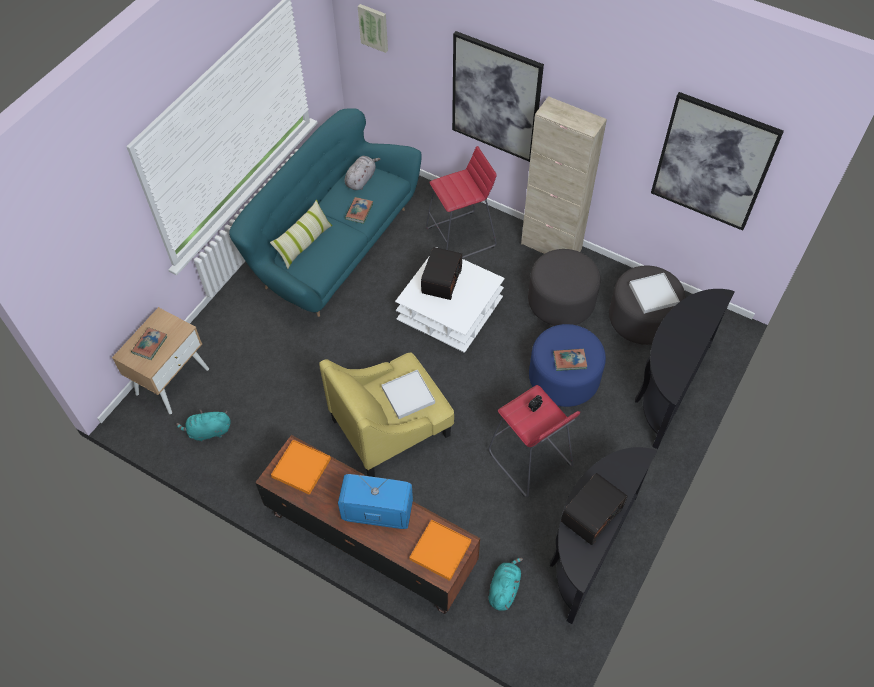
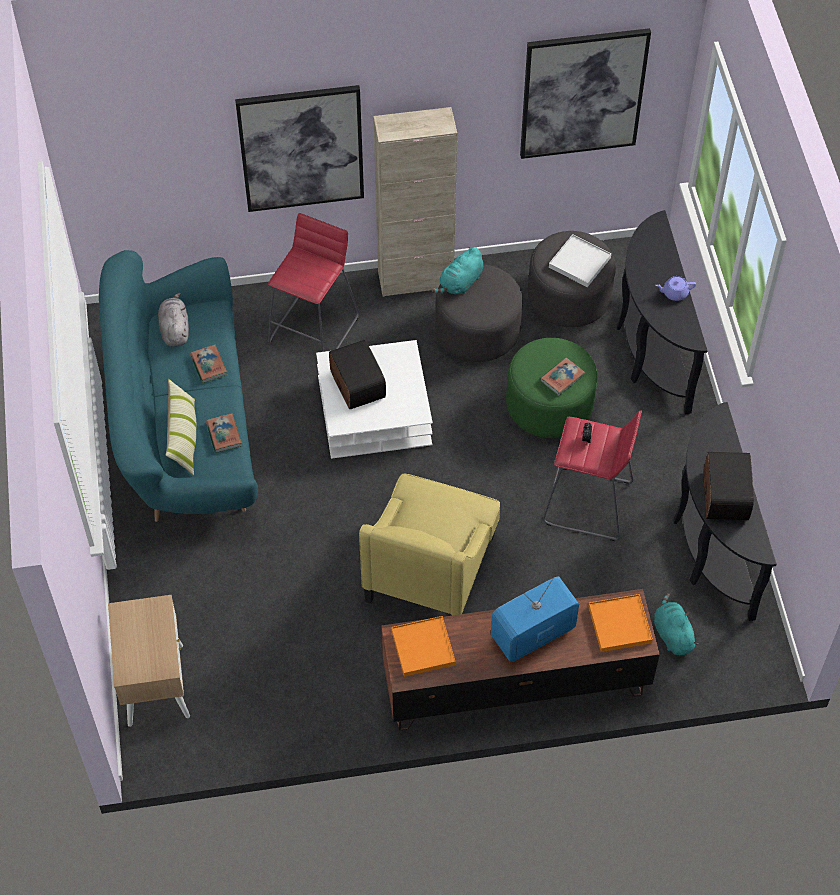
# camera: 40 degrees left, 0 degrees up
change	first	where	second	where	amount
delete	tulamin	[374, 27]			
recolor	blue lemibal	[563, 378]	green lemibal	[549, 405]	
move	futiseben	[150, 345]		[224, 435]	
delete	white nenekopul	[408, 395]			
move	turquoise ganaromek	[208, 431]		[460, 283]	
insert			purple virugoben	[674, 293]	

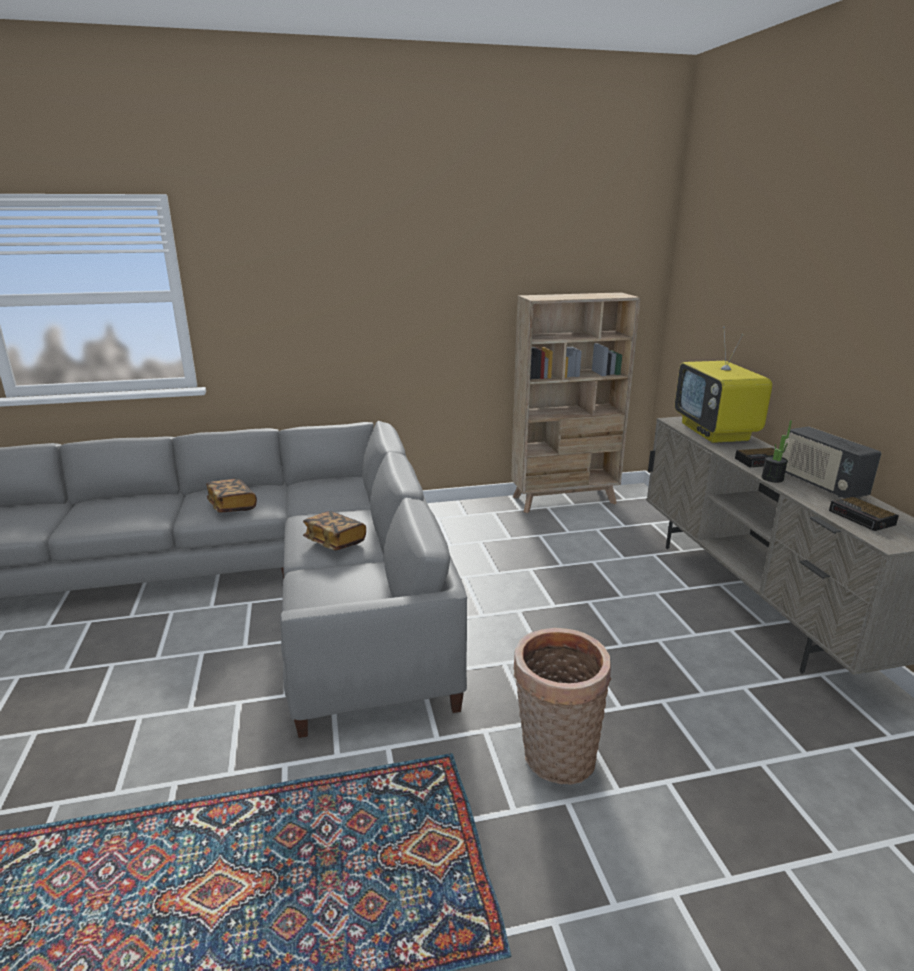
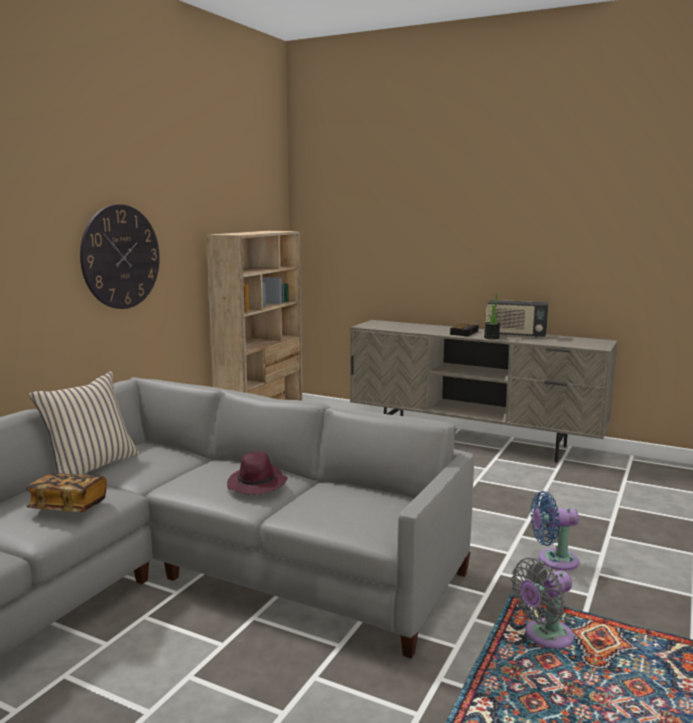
# camera: 50 degrees left, 10 degrees down
change	first	where	second	where	amount
delete	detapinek	[715, 432]			
delete	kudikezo	[862, 518]			
replace	futiseben	[335, 541]	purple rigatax	[257, 485]	
replace	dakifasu	[554, 758]	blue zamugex	[553, 560]	
insert			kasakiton	[121, 257]	
insert			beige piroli	[91, 467]	
insert			grey zamugex	[544, 636]	

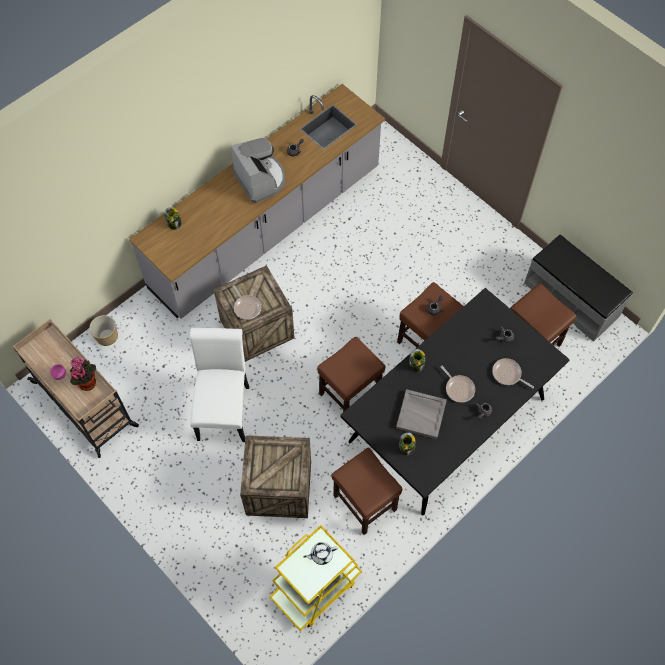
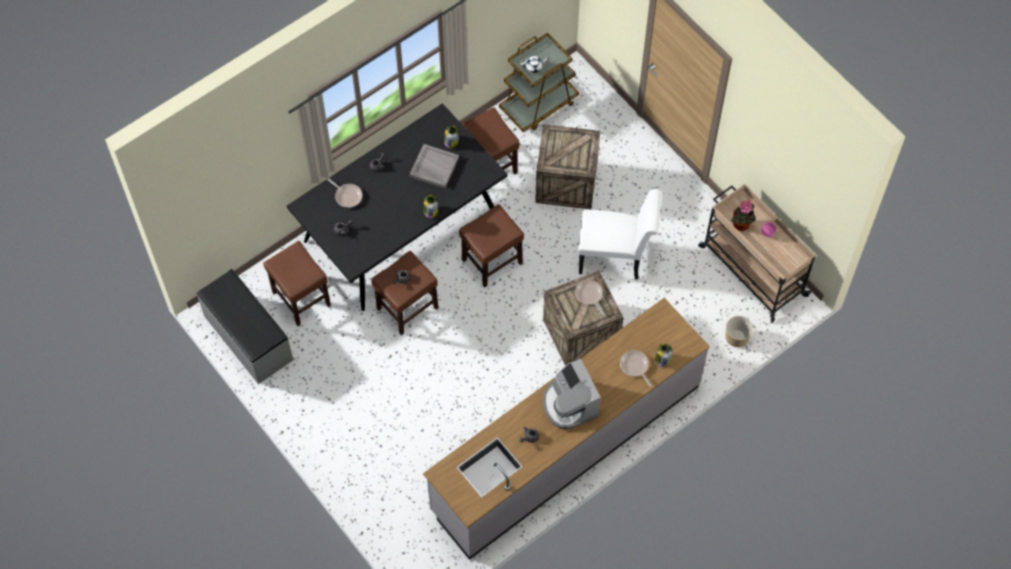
# camera: 175 degrees left, 0 degrees up
change	first	where	second	where	amount
rotate	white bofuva	[224, 408]		[616, 257]	90 degrees counterclockwise
move	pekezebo	[458, 388]		[635, 366]	
recolor	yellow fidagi	[315, 587]	brown fidagi	[539, 105]	

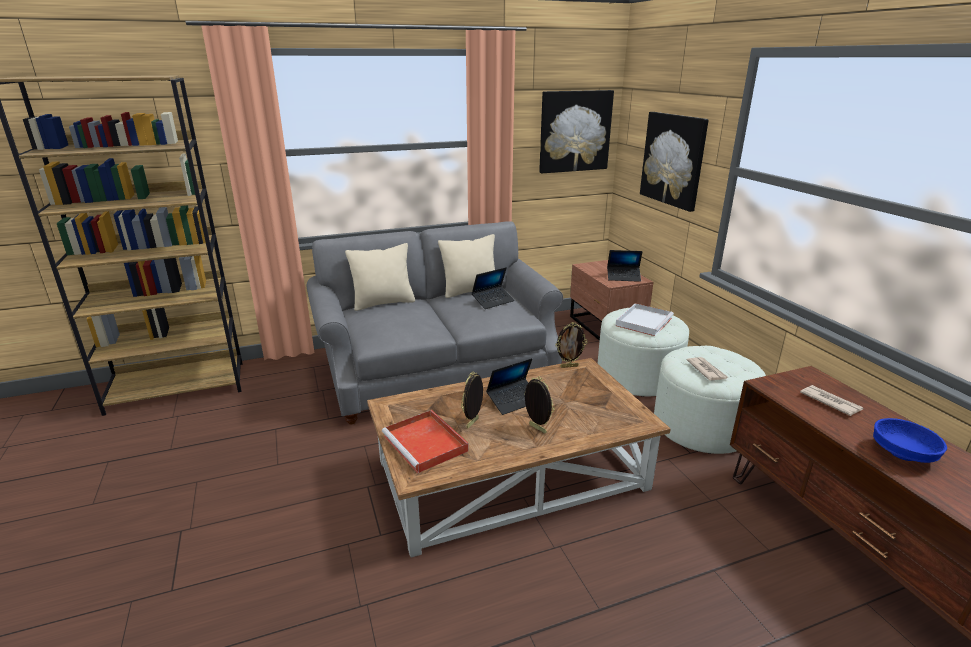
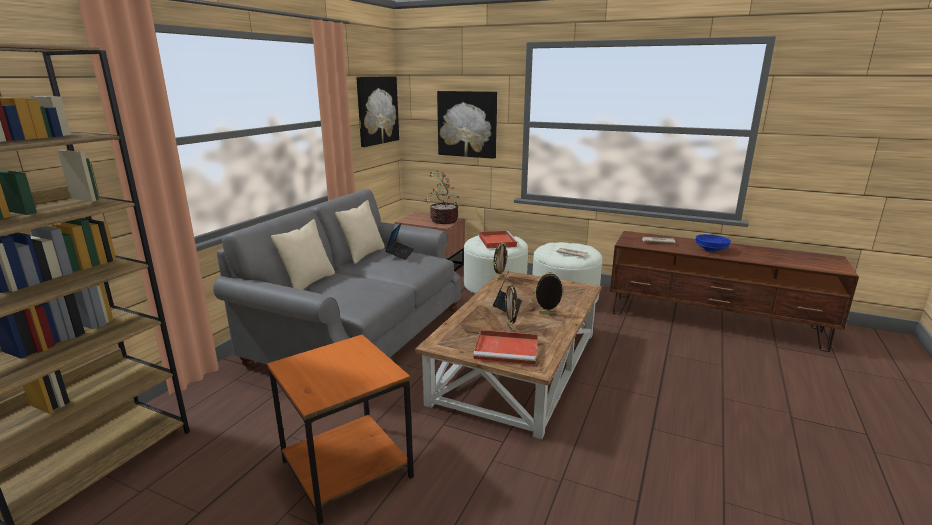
# camera: 45 degrees left, 5 degrees down
change	first	where	second	where	amount
replace	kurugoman	[623, 277]	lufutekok	[443, 220]	
recolor	white nenekopul	[644, 321]	red nenekopul	[497, 241]	
insert			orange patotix	[344, 469]	

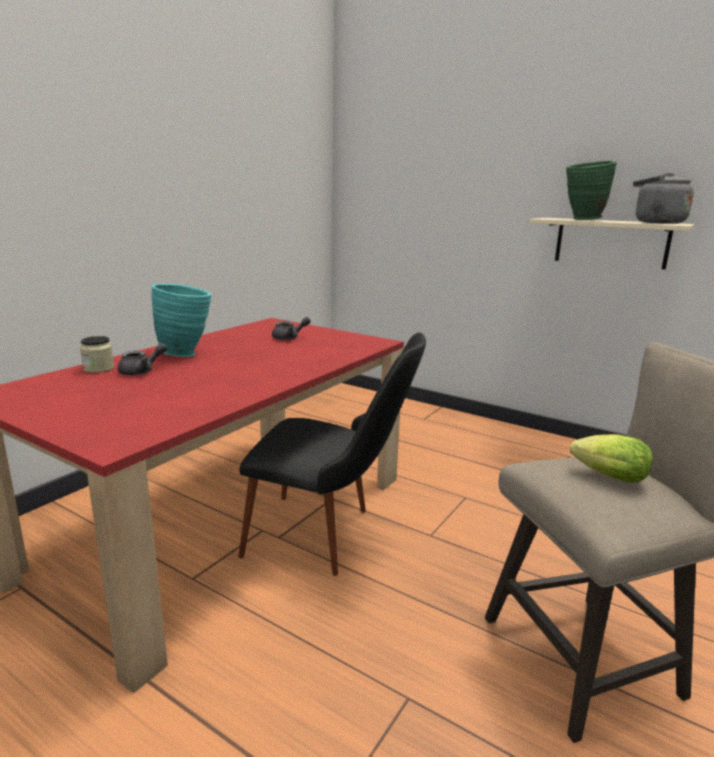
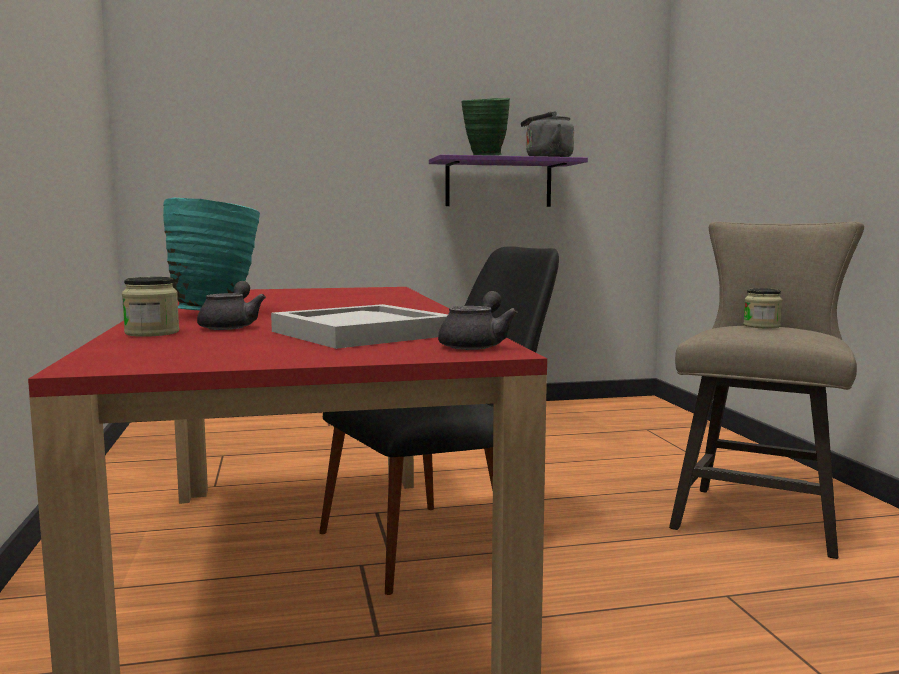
# camera: 45 degrees left, 10 degrees down
change	first	where	second	where	amount
recolor	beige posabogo	[611, 242]	purple posabogo	[498, 183]	
move	grey virugoben	[289, 338]		[476, 345]	
replace	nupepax	[605, 476]	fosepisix	[761, 326]	
insert			white nenekopul	[363, 333]	

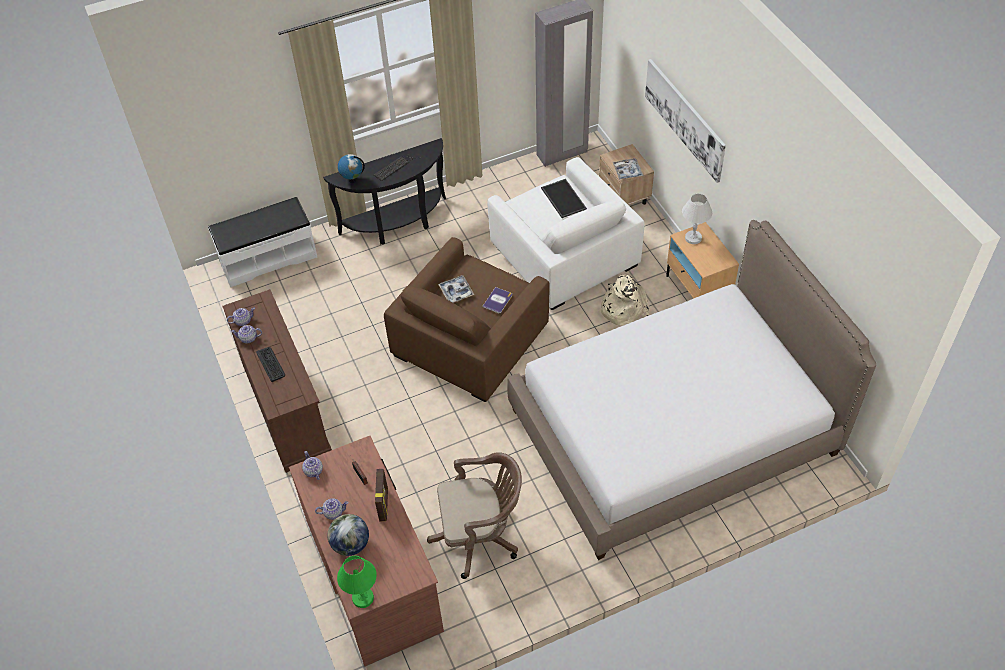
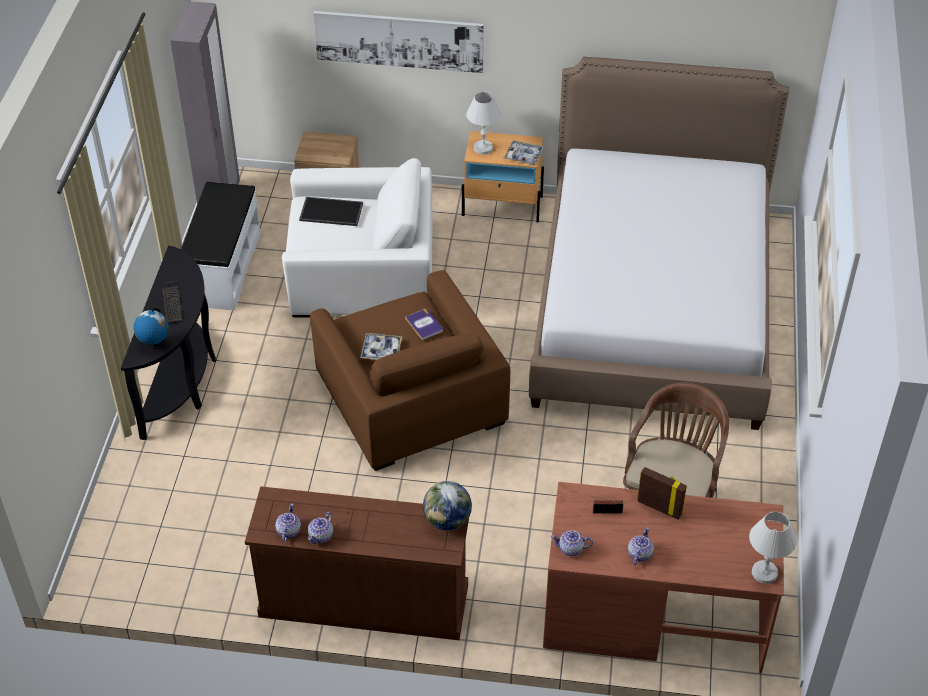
# camera: 60 degrees left, 5 degrees down
change	first	where	second	where	amount
move	nenekopul	[627, 171]		[523, 156]	
move	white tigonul	[268, 258]		[222, 268]	
delete	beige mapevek	[622, 308]			
delete	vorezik	[271, 364]			
move	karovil	[350, 545]		[447, 521]	
recolor	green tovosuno	[363, 597]	white tovosuno	[764, 572]	

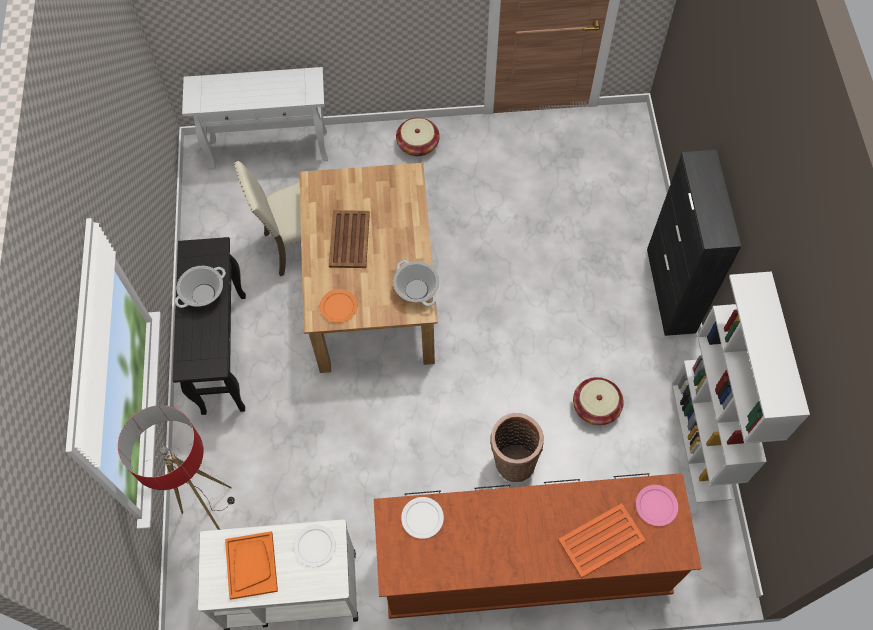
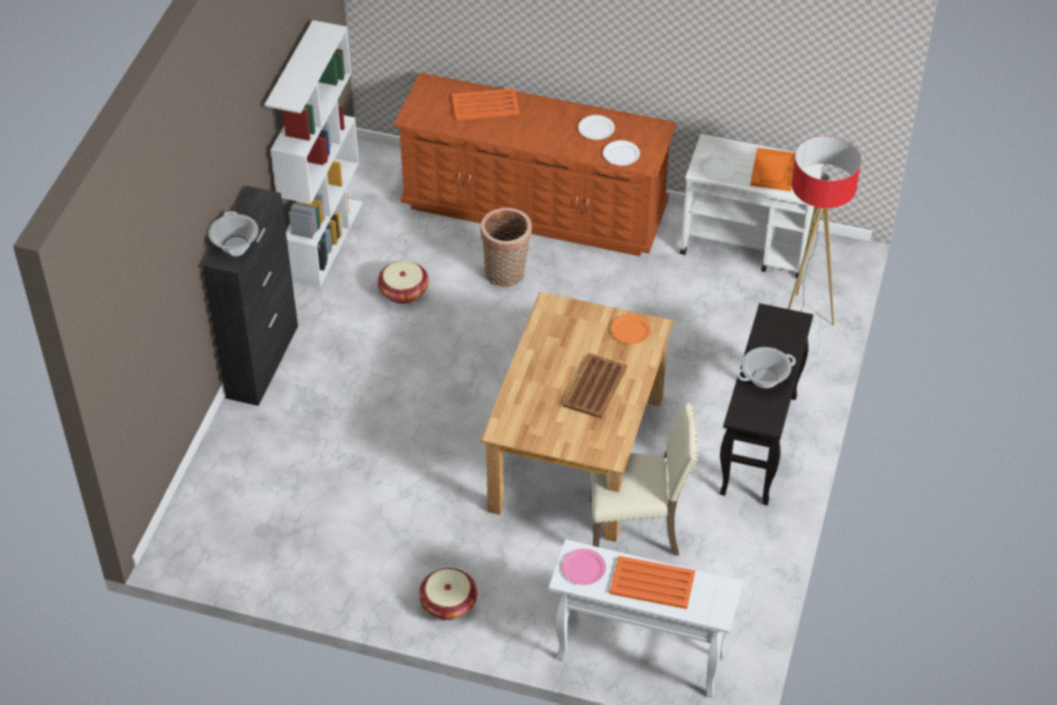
# camera: 160 degrees left, 15 degrees down
change	first	where	second	where	amount
move	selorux	[416, 289]		[235, 245]	
move	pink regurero	[656, 506]		[584, 568]	
insert			white regurero	[596, 129]	
insert			orange nenekopul	[651, 583]	

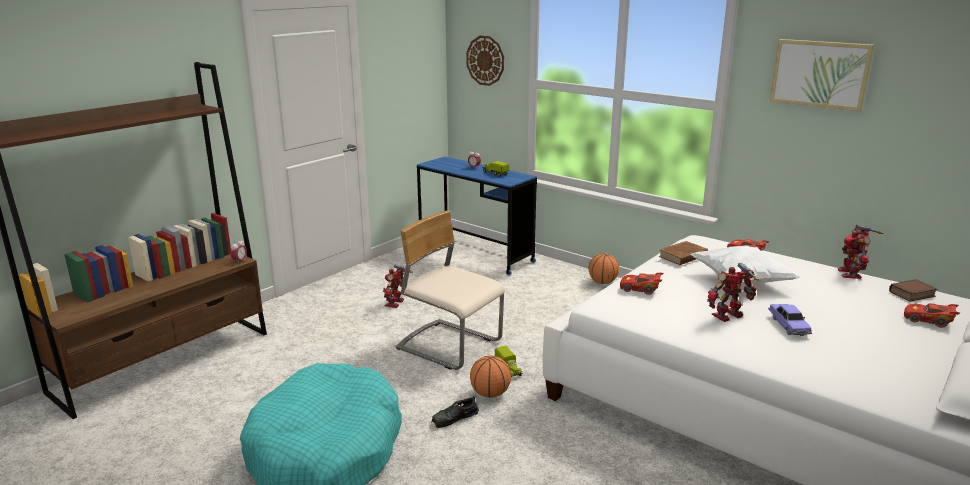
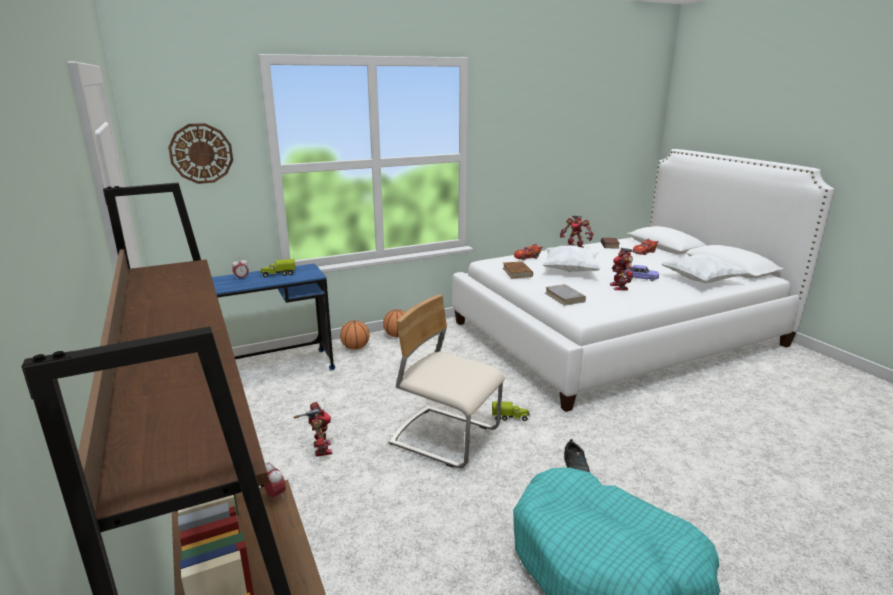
# camera: 65 degrees left, 0 degrees up
change	first	where	second	where	amount
delete	tulamin	[820, 74]			
rotate	beige bofuva	[449, 345]		[445, 437]	60 degrees clockwise
rotate	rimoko	[396, 303]		[320, 449]	150 degrees counterclockwise
replace	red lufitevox	[640, 289]	grey futiseben	[564, 297]	
move	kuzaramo	[490, 394]		[355, 348]	
insert			white piroli	[701, 281]	

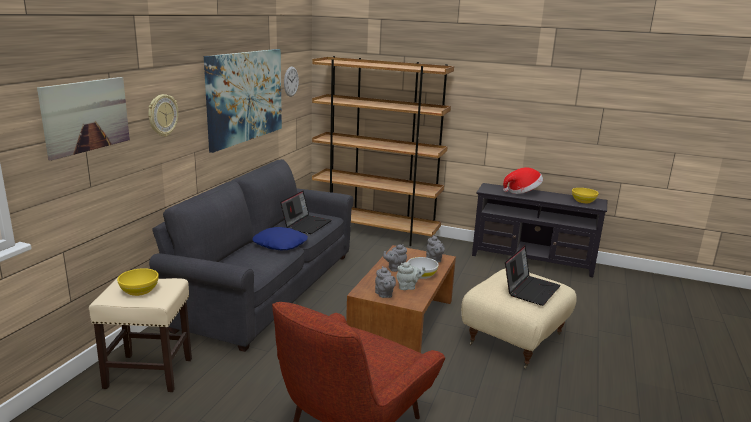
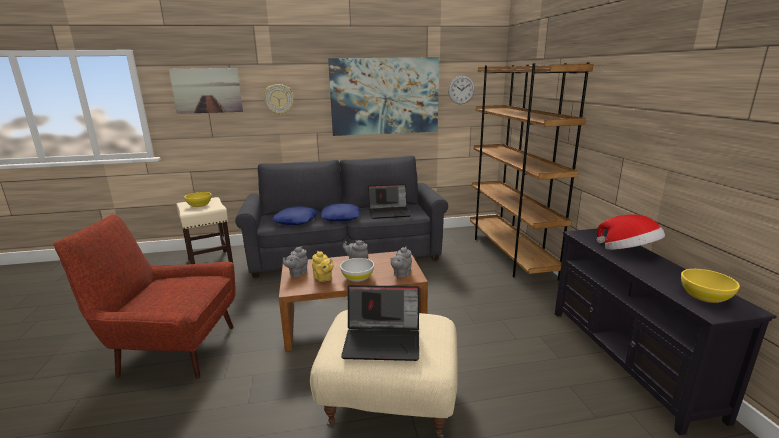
# camera: 60 degrees right, 0 degrees up
change	first	where	second	where	amount
recolor	grey virugoben	[408, 287]	yellow virugoben	[323, 279]	
insert			blue piroli	[296, 220]	

